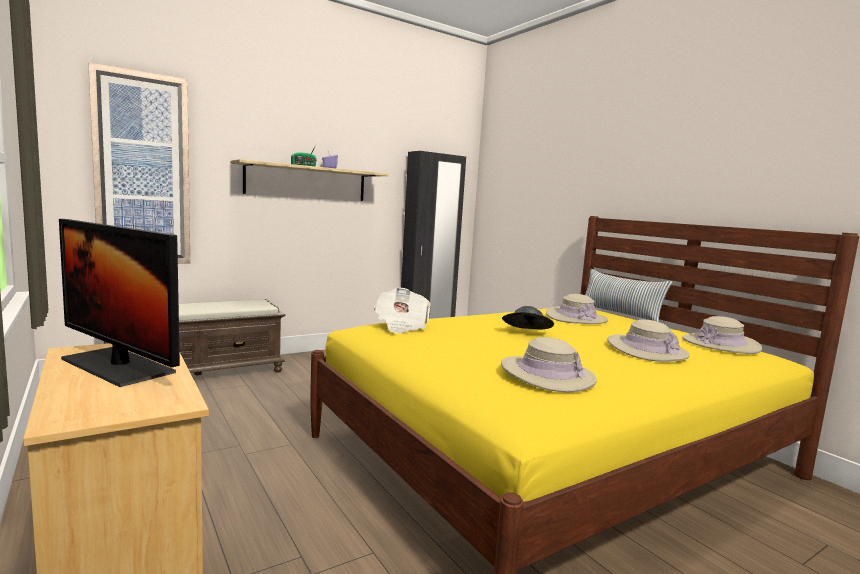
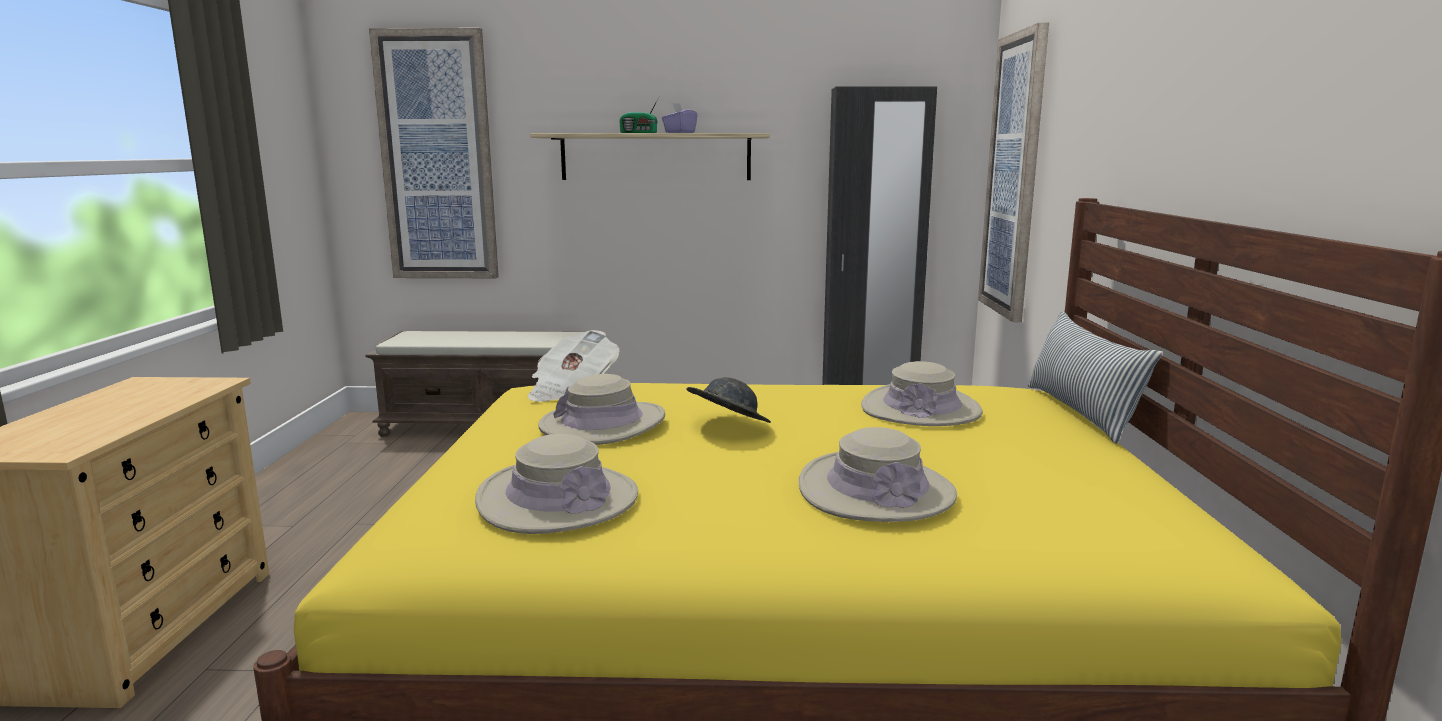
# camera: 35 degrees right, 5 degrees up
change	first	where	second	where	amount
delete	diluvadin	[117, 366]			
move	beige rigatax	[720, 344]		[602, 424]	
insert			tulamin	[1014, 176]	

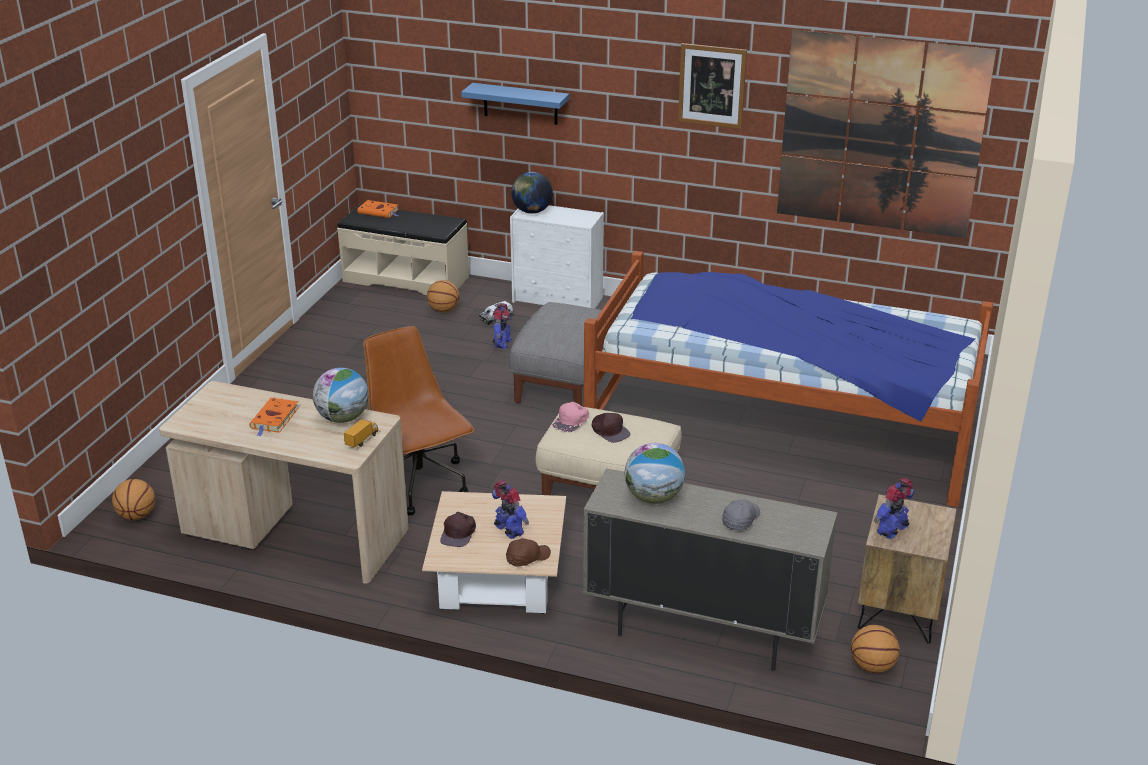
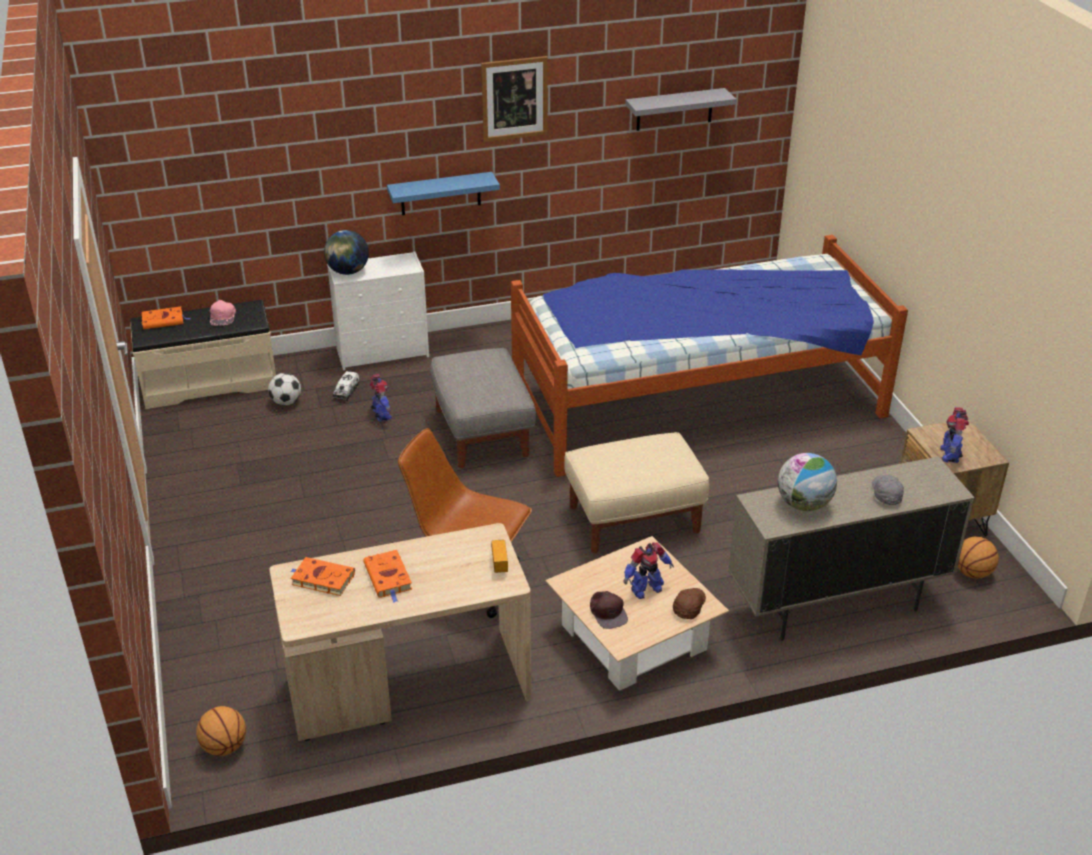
# camera: 35 degrees left, 5 degrees up
change	first	where	second	where	amount
replace	tulamin	[880, 135]	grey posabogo	[674, 109]	
move	blue posabogo	[520, 104]		[440, 193]	
replace	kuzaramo	[443, 310]	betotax	[286, 402]	
delete	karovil	[343, 418]			
move	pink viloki	[571, 421]		[223, 316]	
delete	brown viloki	[610, 431]			
rotate	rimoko	[509, 531]		[645, 589]	135 degrees clockwise
insert			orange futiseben	[321, 579]	

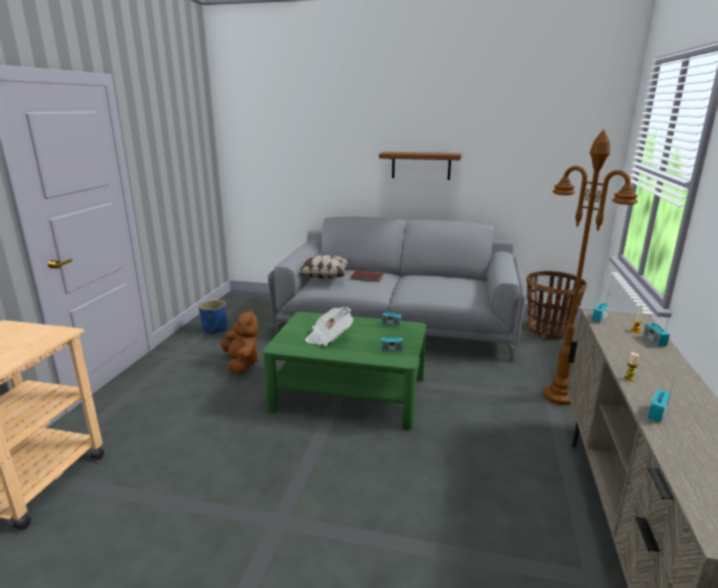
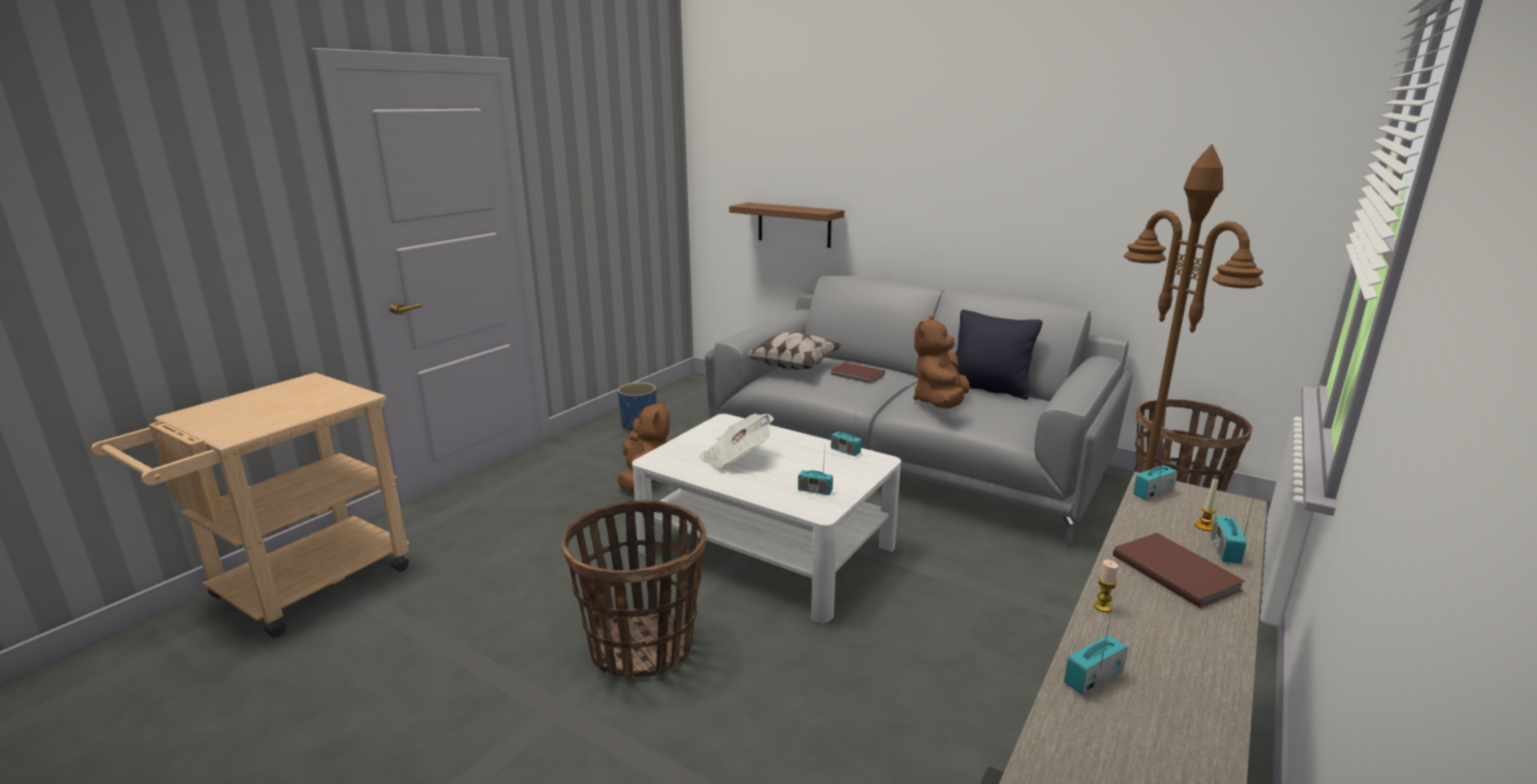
# camera: 20 degrees right, 0 degrees up
change	first	where	second	where	amount
move	brown posabogo	[421, 165]		[794, 225]	
recolor	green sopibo	[349, 392]	white sopibo	[767, 548]	
insert			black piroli	[989, 389]	
insert			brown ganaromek	[940, 403]	
insert			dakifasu	[642, 647]	
insert			brown futiseben	[1175, 571]	

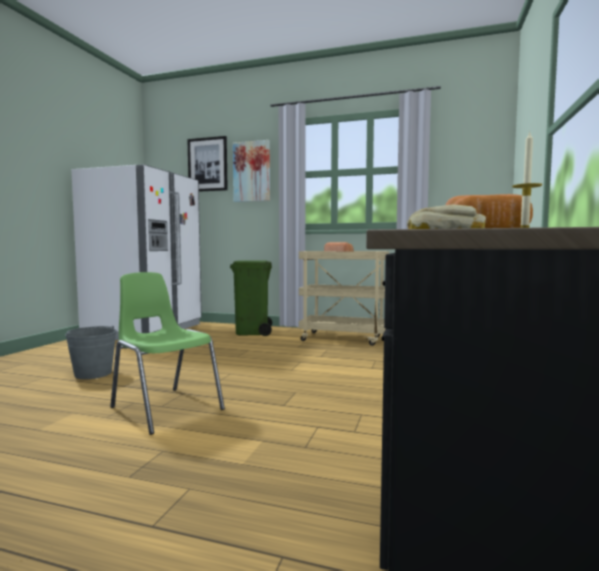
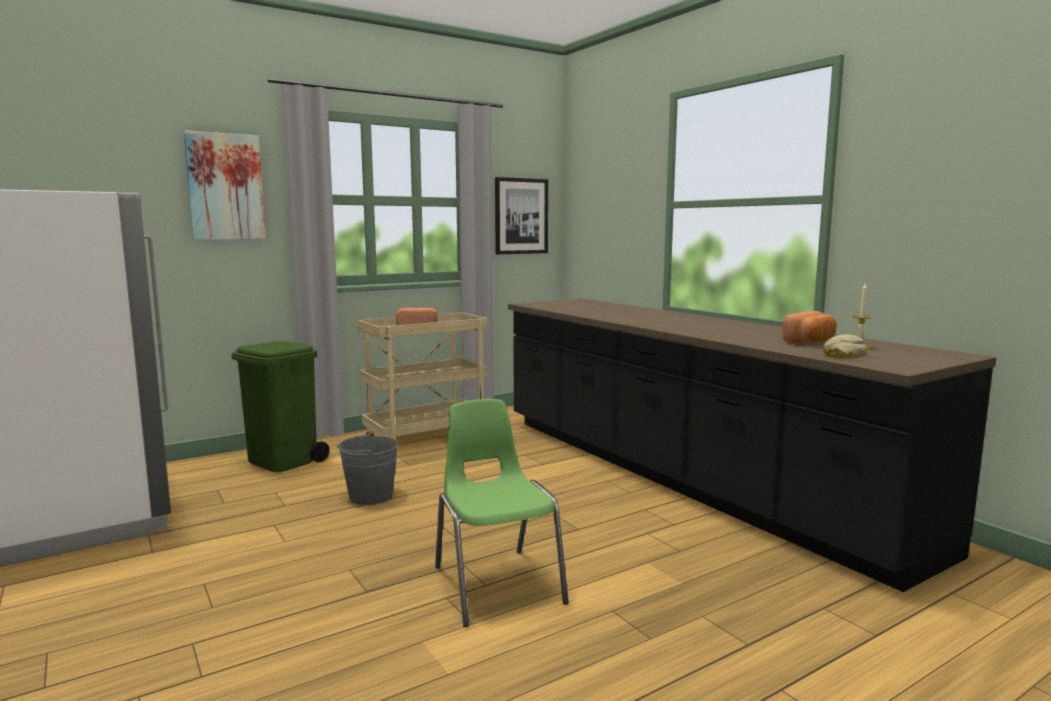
# camera: 50 degrees left, 5 degrees up
change	first	where	second	where	amount
move	tulamin	[208, 164]		[521, 216]	
rotate	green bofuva	[165, 408]		[496, 584]	75 degrees clockwise
move	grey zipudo	[93, 374]		[370, 496]	

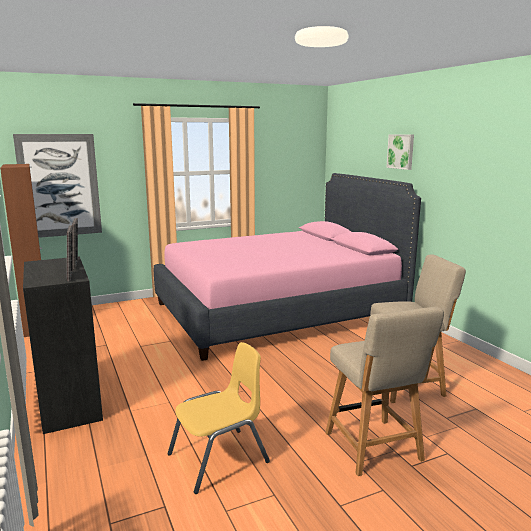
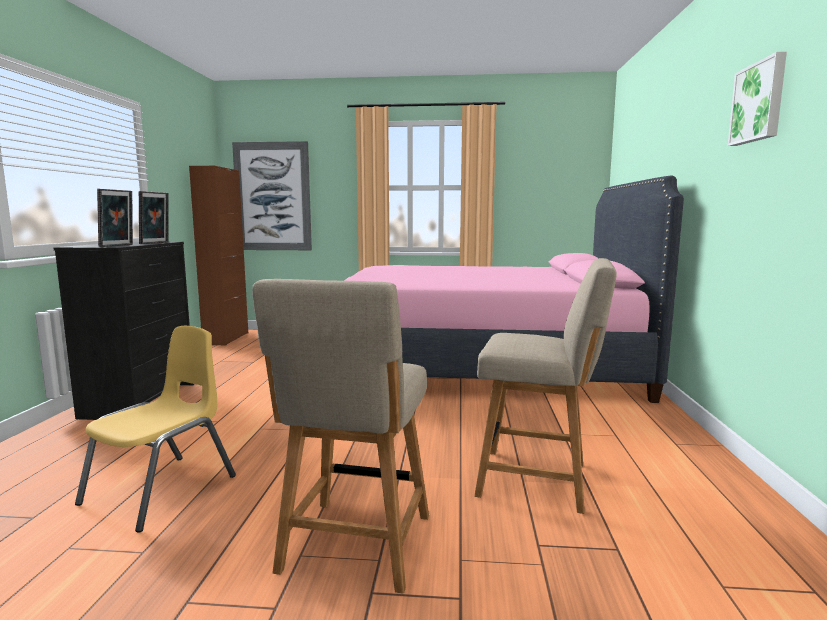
# camera: 30 degrees right, 5 degrees down
change	first	where	second	where	amount
move	tulamin	[401, 151]		[759, 102]	
rotate	yellow bofuva	[219, 459]		[162, 490]	60 degrees counterclockwise

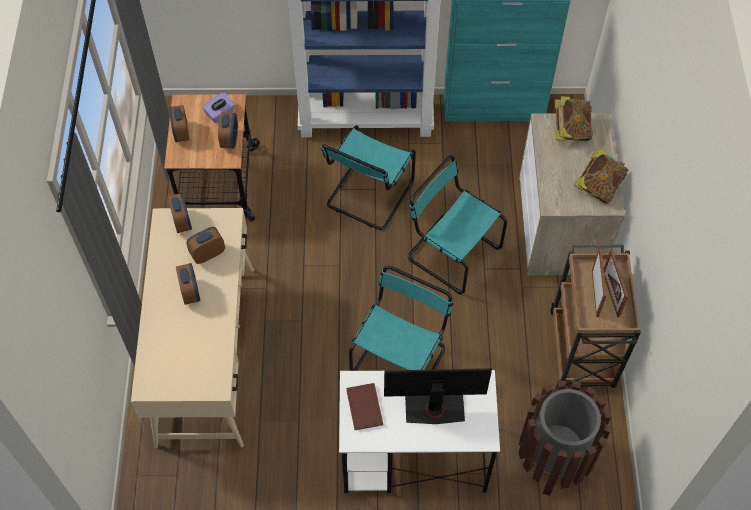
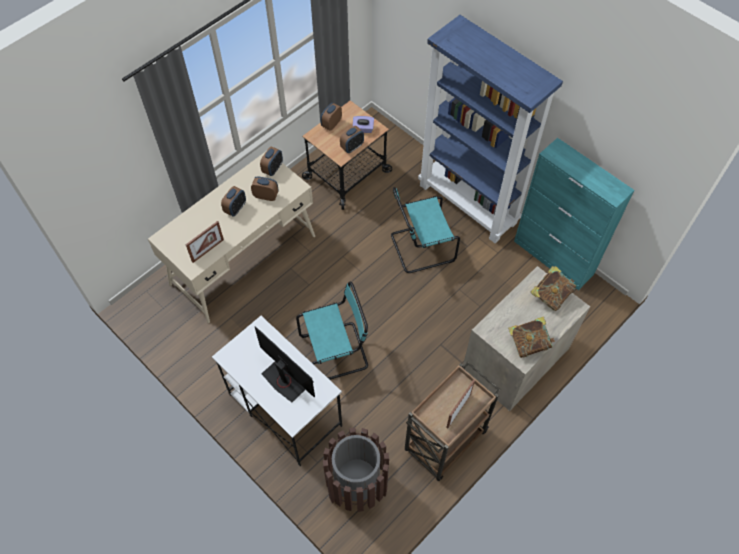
# camera: 45 degrees right, 0 degrees up
change	first	where	second	where	amount
delete	turquoise bofuva	[450, 252]			
move	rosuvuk	[595, 293]		[208, 250]	
delete	brown futiseben	[363, 408]			

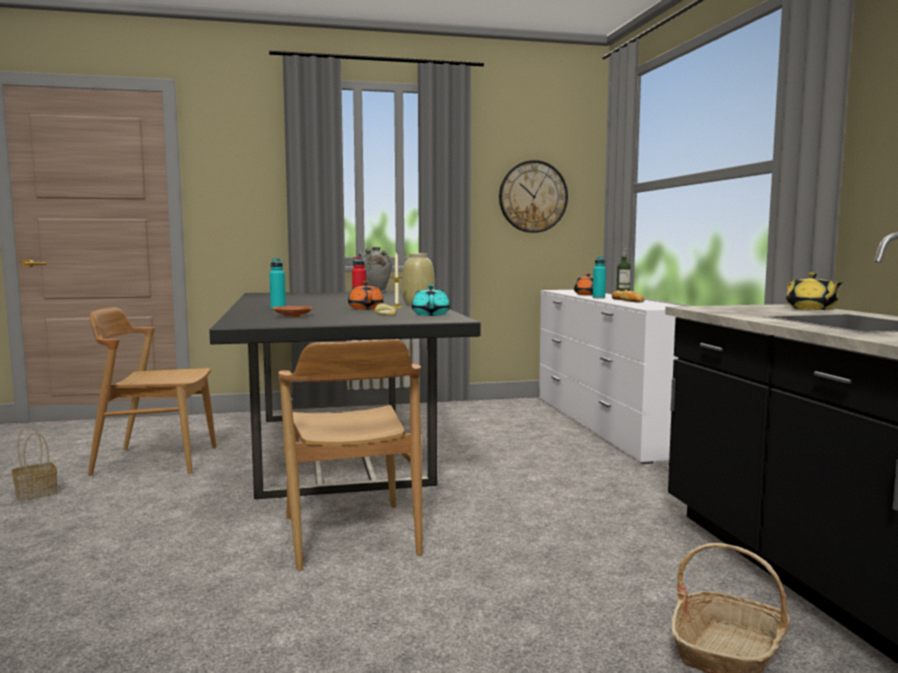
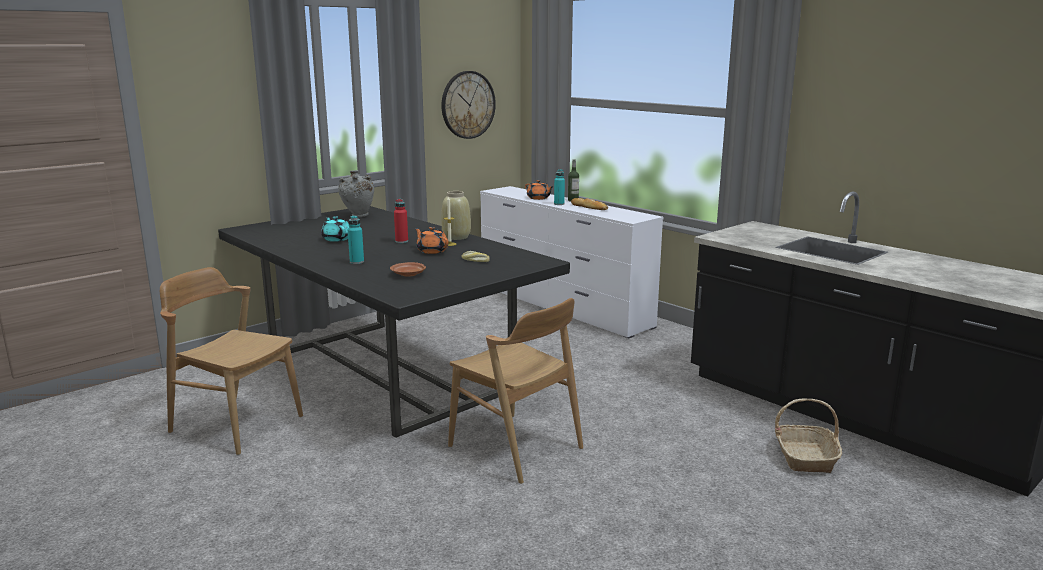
# camera: 30 degrees left, 10 degrees up
change	first	where	second	where	amount
delete	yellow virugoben	[811, 309]			
move	turquoise virugoben	[431, 314]		[336, 239]	
rotate	brown bofuva	[155, 460]		[236, 424]	60 degrees clockwise
delete	dakifasu	[37, 493]			

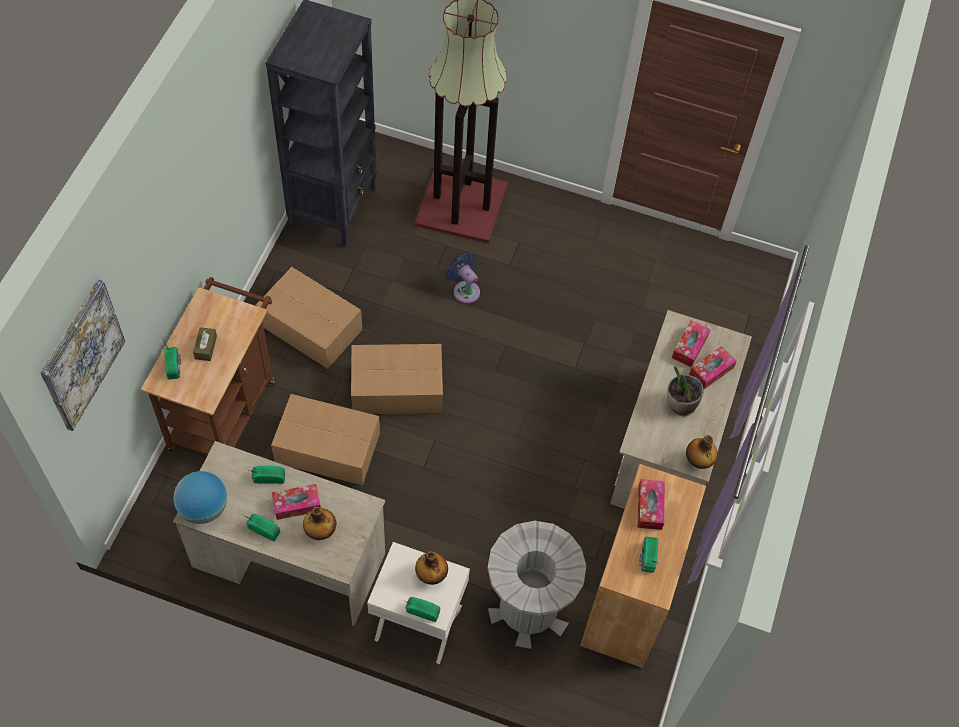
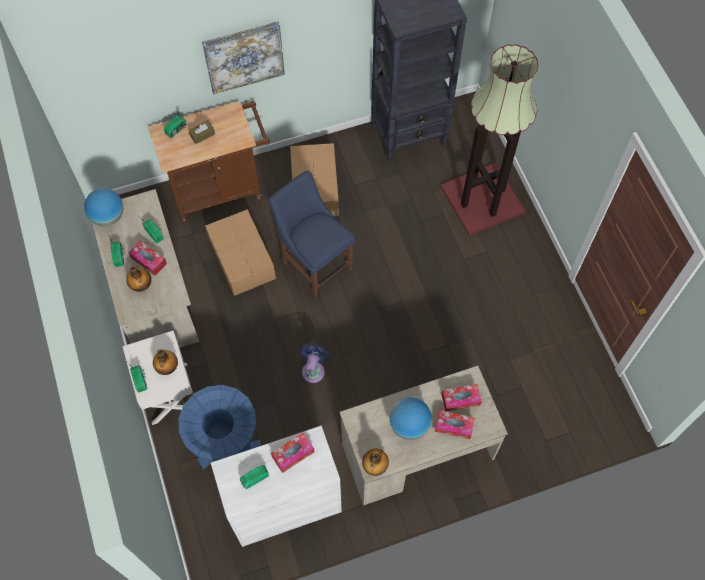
# camera: 55 degrees right, 5 degrees up
change	first	where	second	where	amount
move	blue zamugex	[464, 290]		[314, 369]	
move	tulamin	[82, 355]		[244, 57]	
replace	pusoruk	[395, 387]	blue bofuva	[315, 263]	
replace	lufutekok	[680, 404]	karovil	[409, 425]	
recolor	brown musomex	[629, 598]	white musomex	[284, 504]	
recolor	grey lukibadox	[528, 609]	blue lukibadox	[228, 449]	

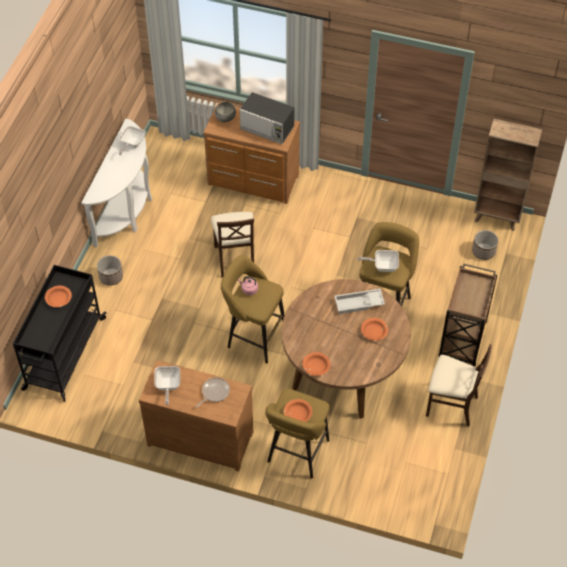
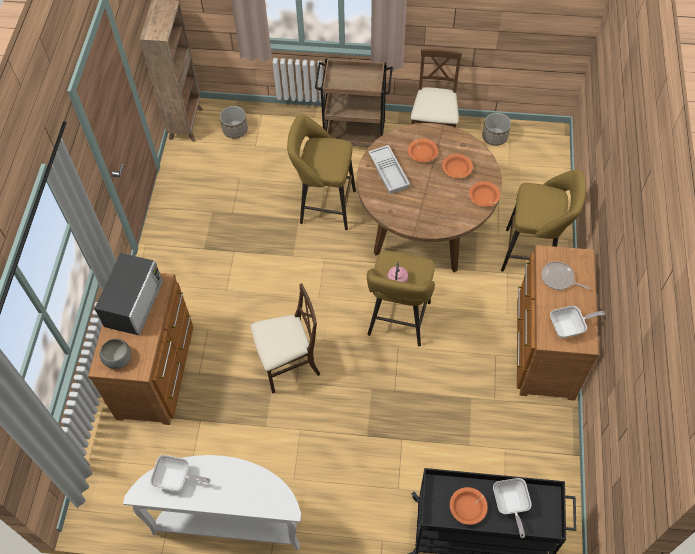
# camera: 100 degrees left, 5 degrees up
change	first	where	second	where	amount
move	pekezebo	[382, 266]		[510, 505]	
move	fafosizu	[111, 277]		[495, 137]	
move	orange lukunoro	[297, 414]		[456, 169]	

